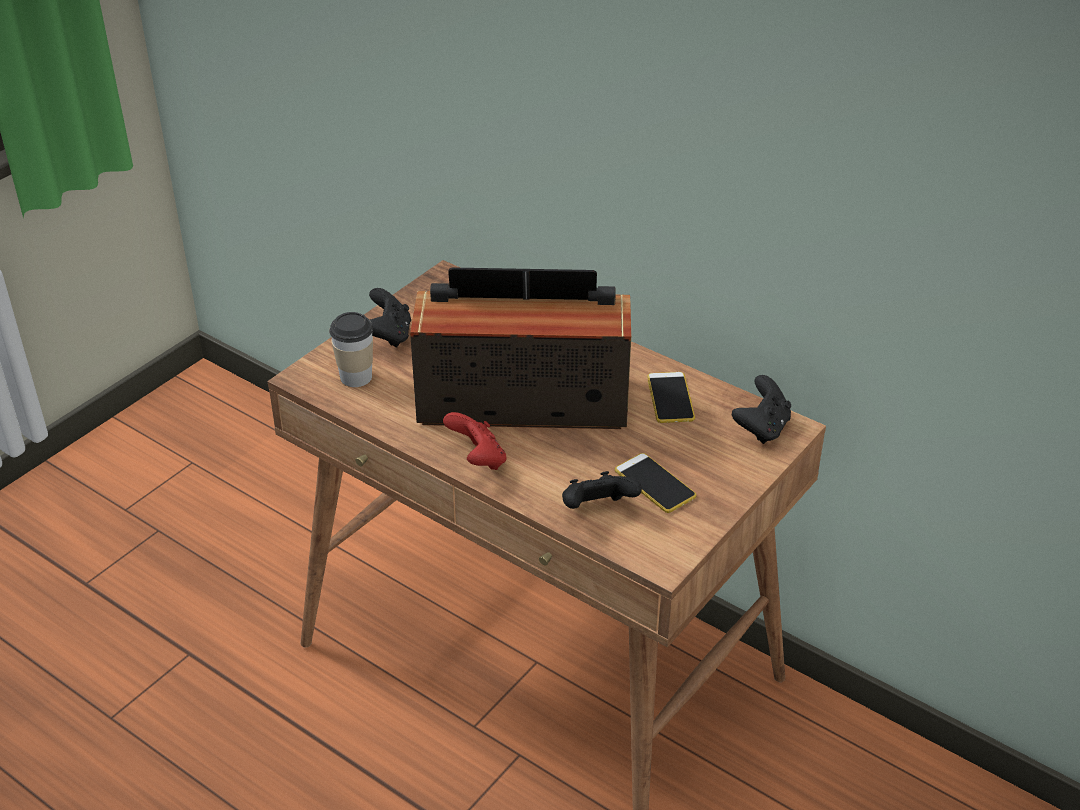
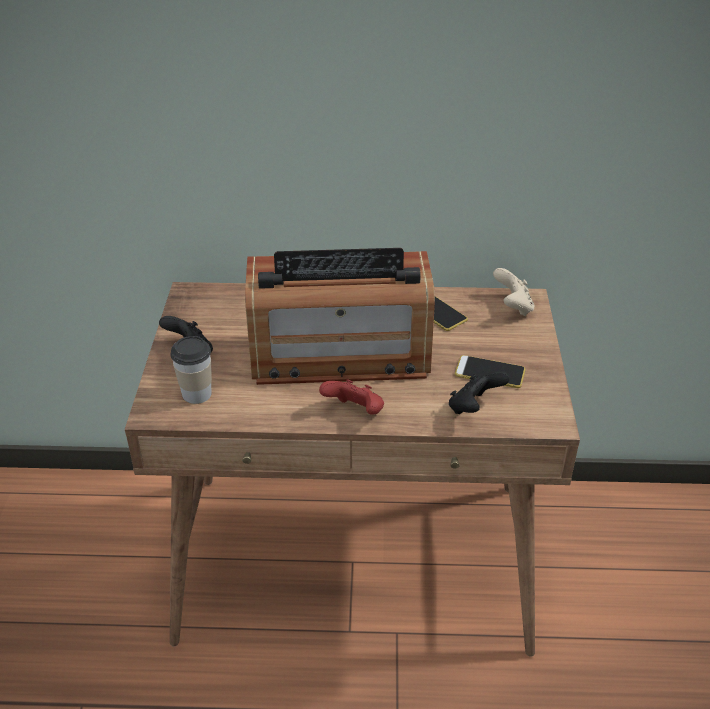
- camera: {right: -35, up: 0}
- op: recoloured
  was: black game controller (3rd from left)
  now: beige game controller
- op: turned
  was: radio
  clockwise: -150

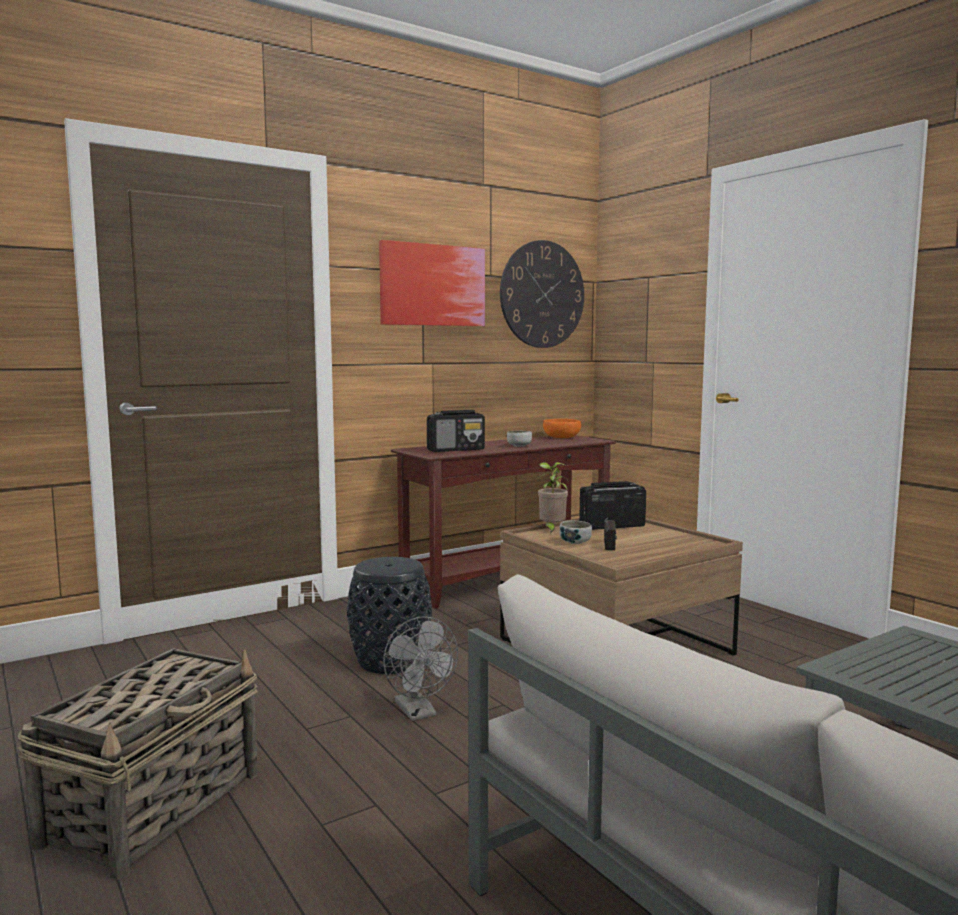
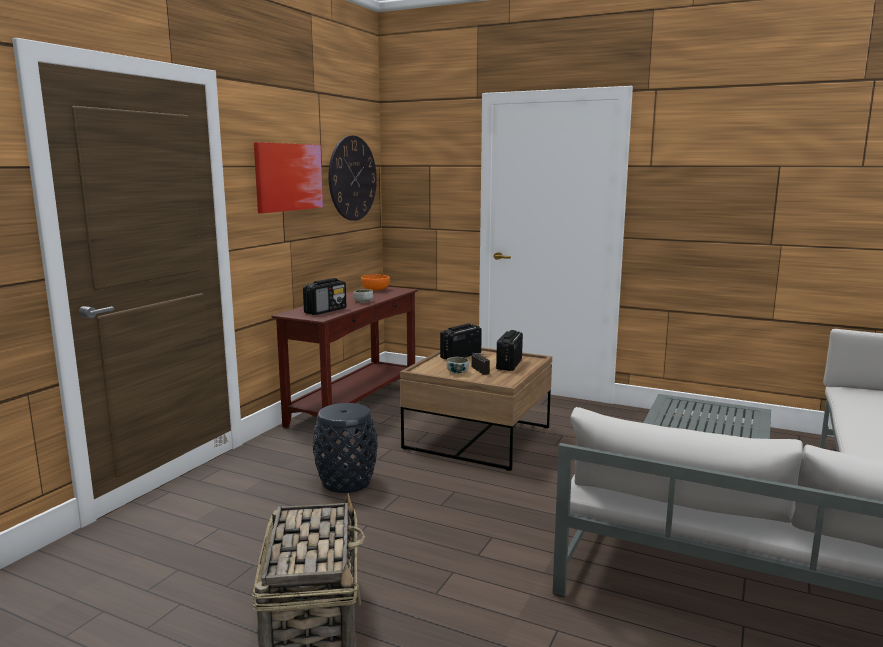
- camera: {right: -30, up: 5}
- op: removed
  was: grey fan
- op: removed
  was: potted plant
- op: added
  now: radio (4th from left)

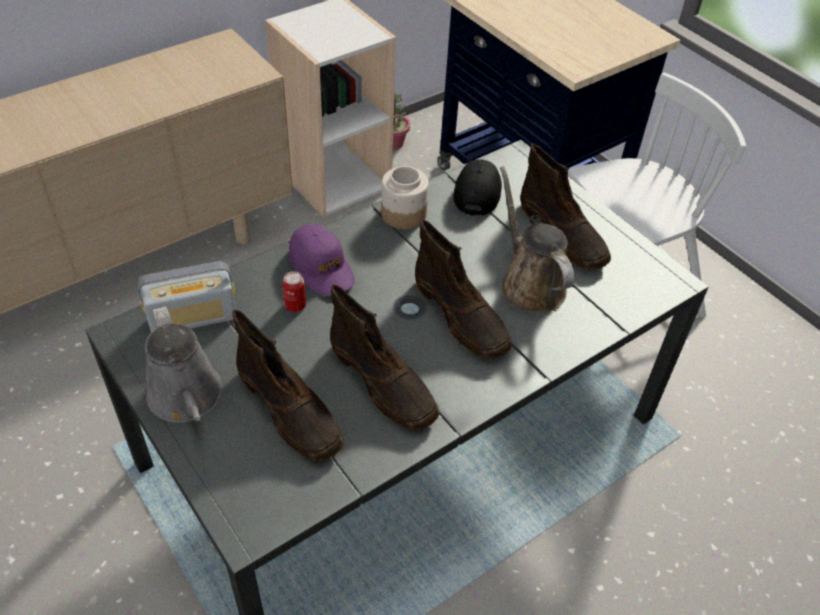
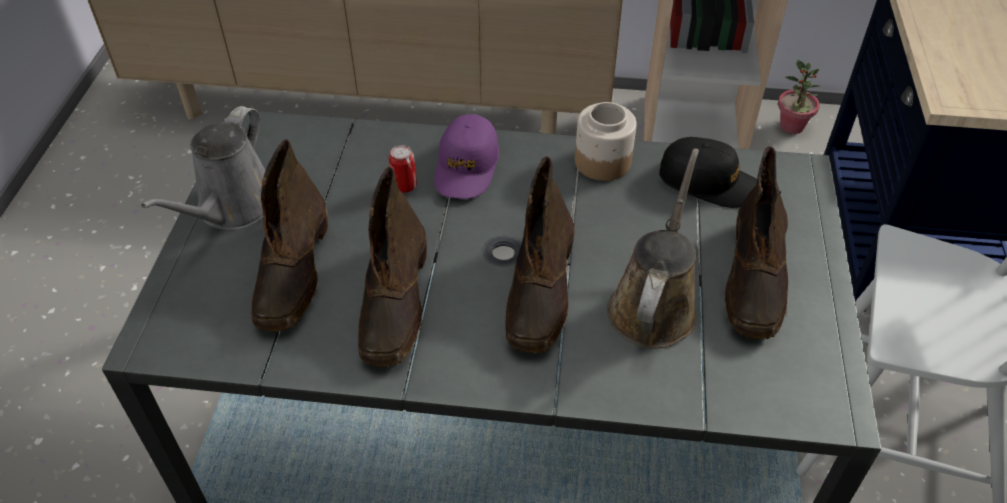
- camera: {right: 45, up: 0}
- op: removed
  was: radio
- op: turned
  was: black cap
  clockwise: 60

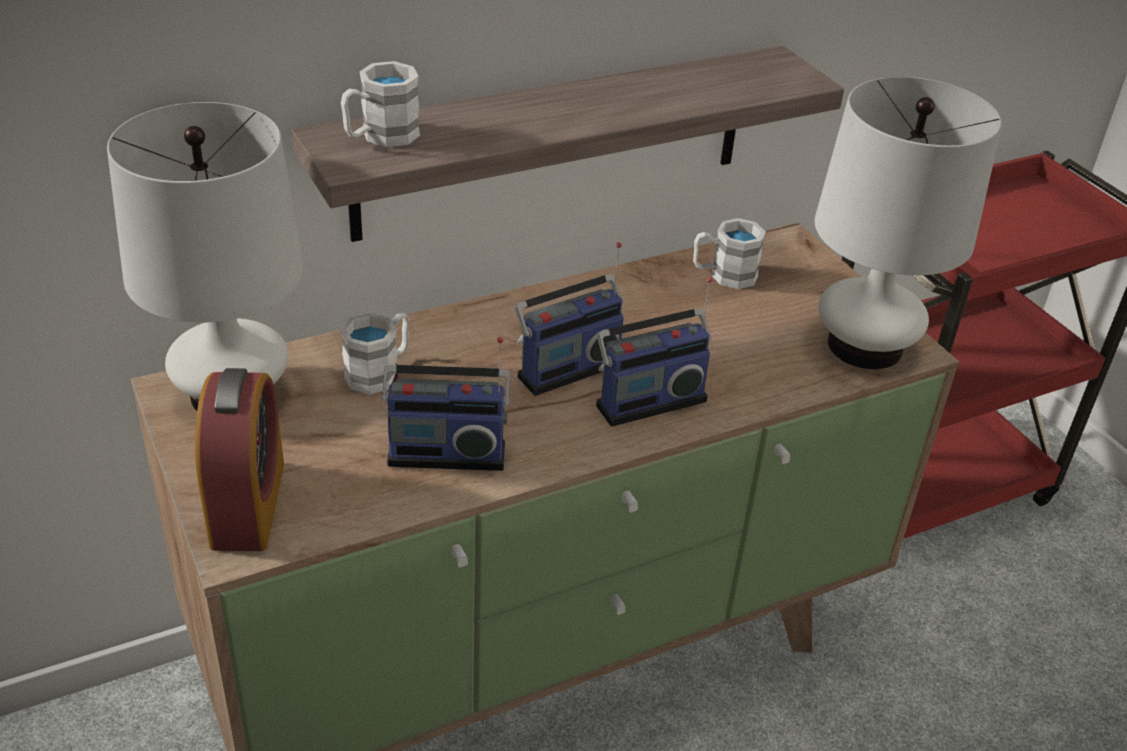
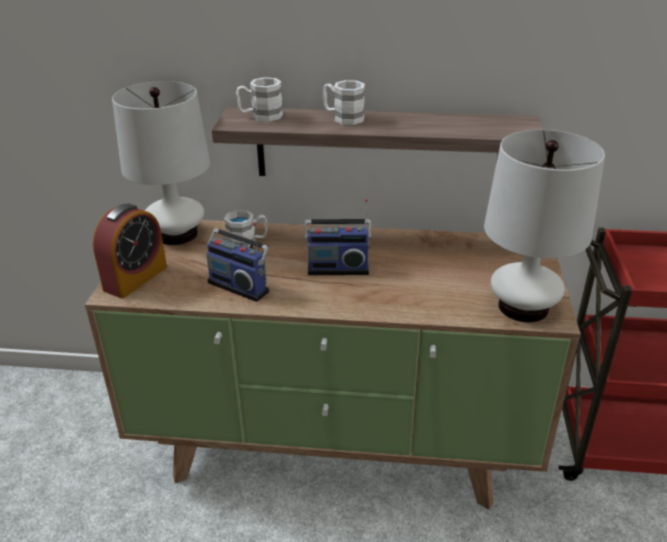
- camera: {right: 35, up: -5}
- op: removed
  was: radio (3rd from left)
- op: moved
  was: white mug (3rd from left)

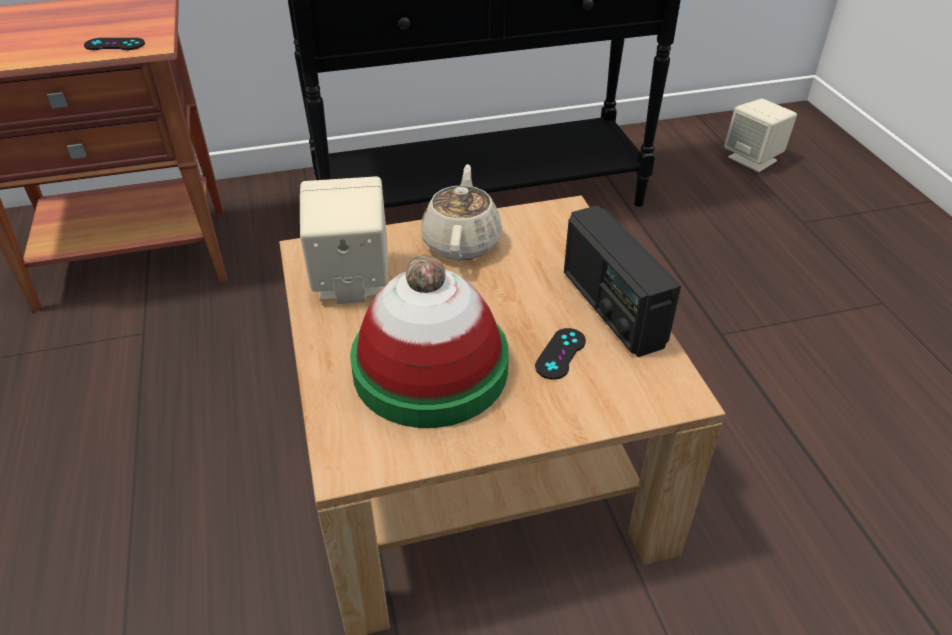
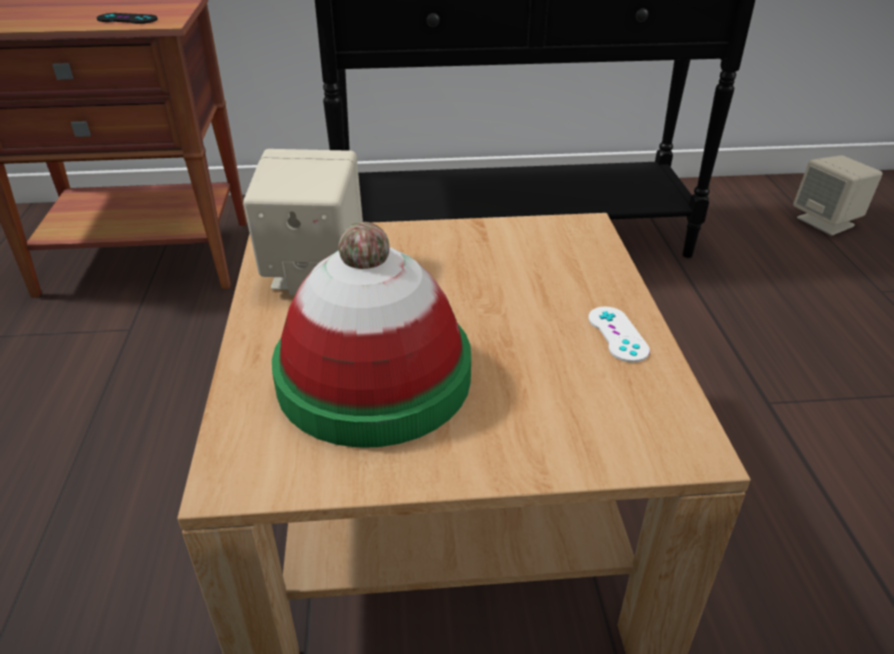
- camera: {right: 10, up: -5}
- op: removed
  was: beige teapot
- op: removed
  was: black game controller (2nd from left)
- op: replaced
  was: radio
  now: white game controller

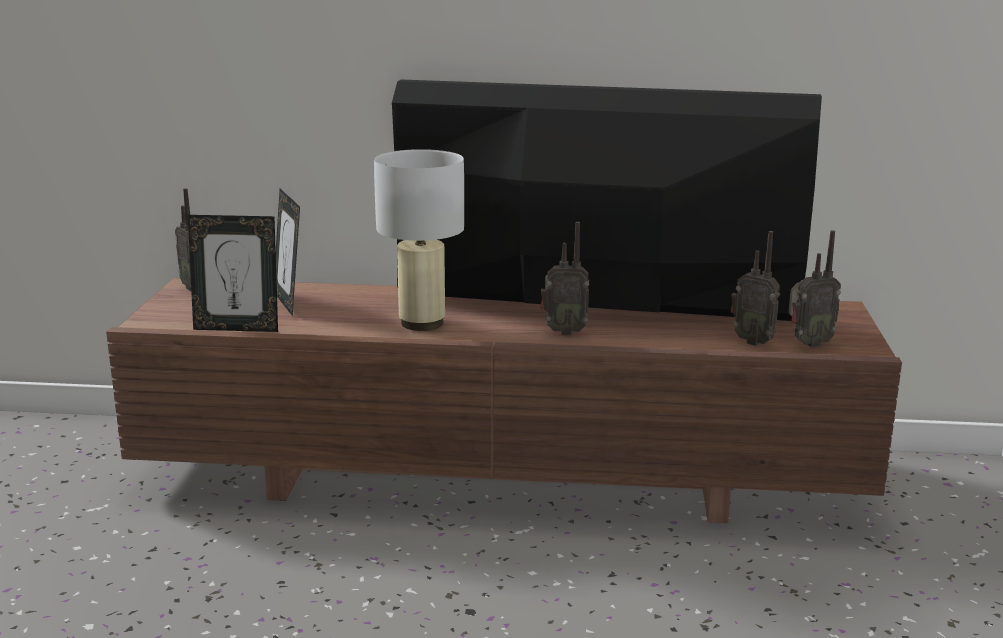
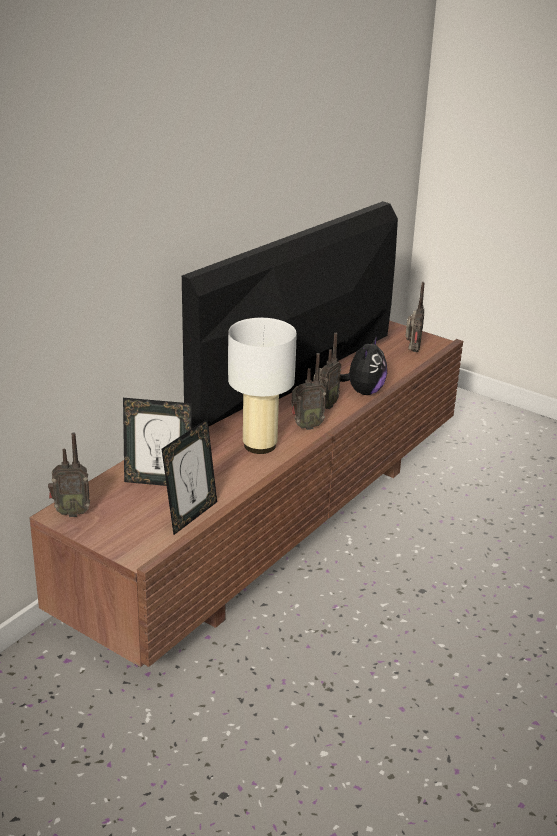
- camera: {right: -60, up: 10}
- op: added
  now: plush toy
- op: moved
  was: radio (3rd from left in the first image)
  now: radio (2nd from left)

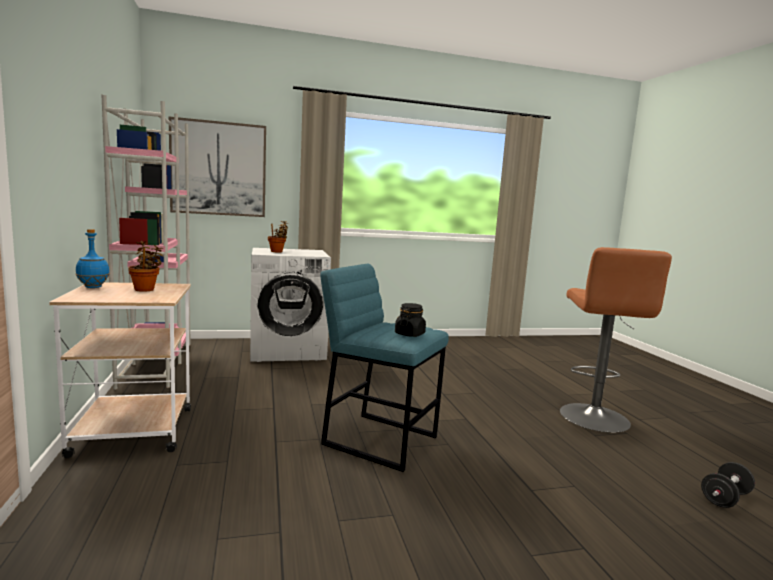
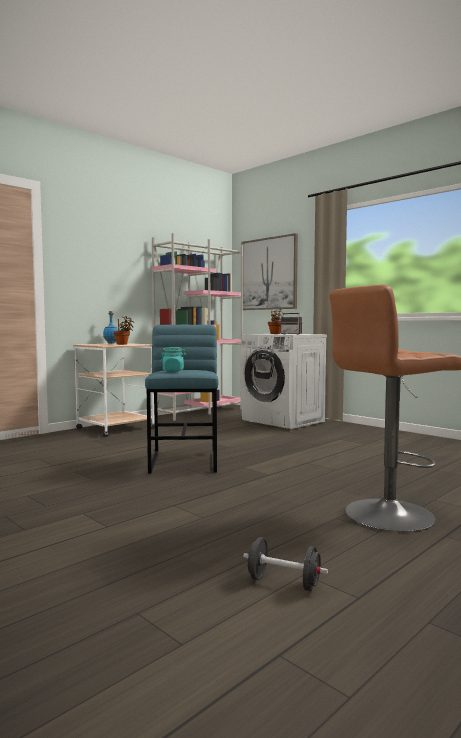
- camera: {right: 60, up: -5}
- op: added
  now: radio
- op: recoloured
  was: black jar
  now: turquoise jar

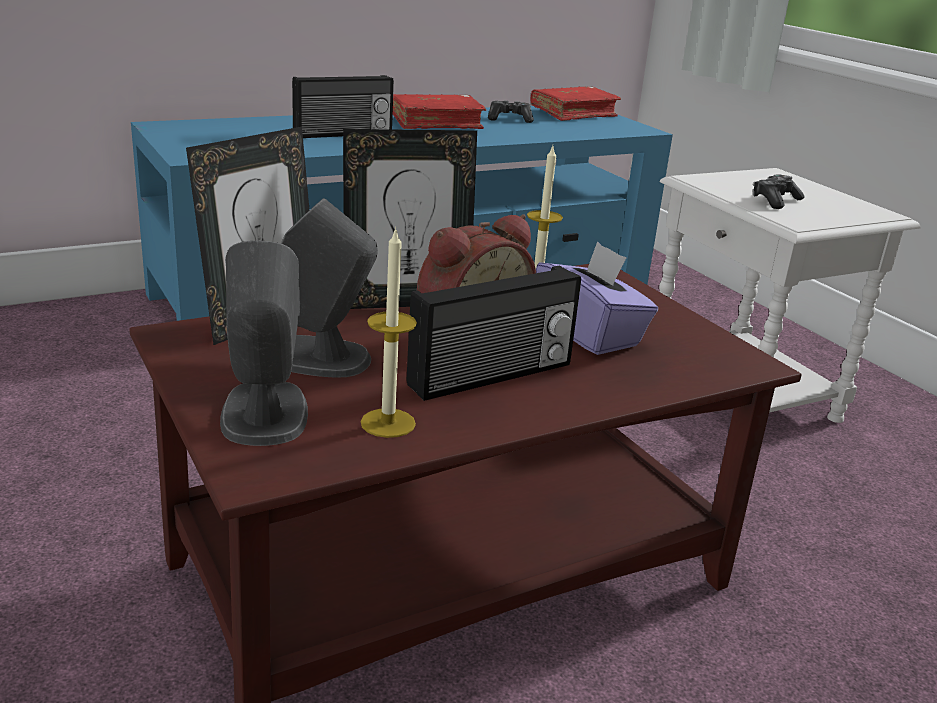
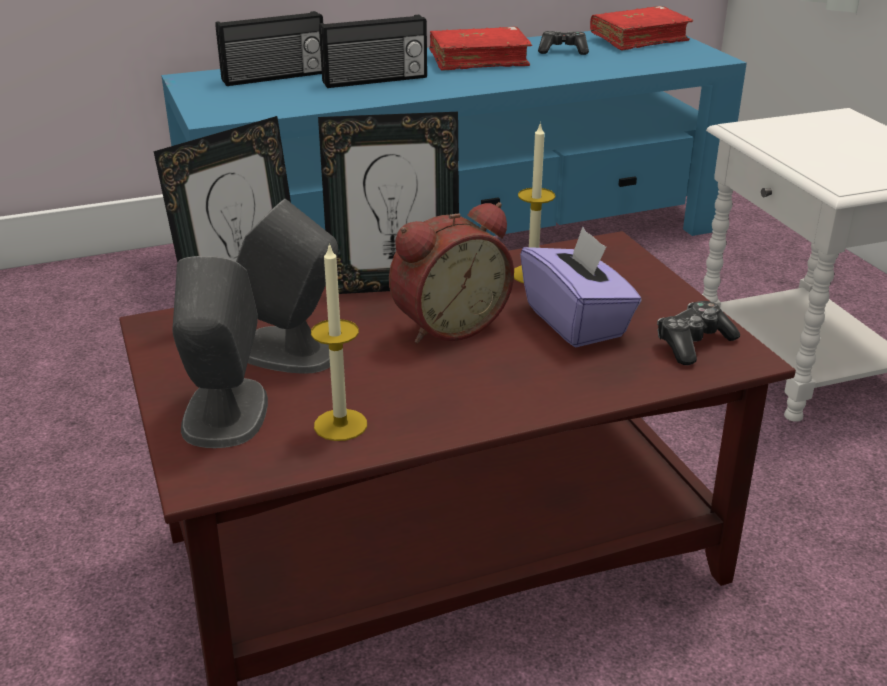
- camera: {right: 10, up: 5}
- op: moved
  was: radio (2nd from left in the first image)
  now: radio (1st from left)
- op: moved
  was: game controller (2nd from left)

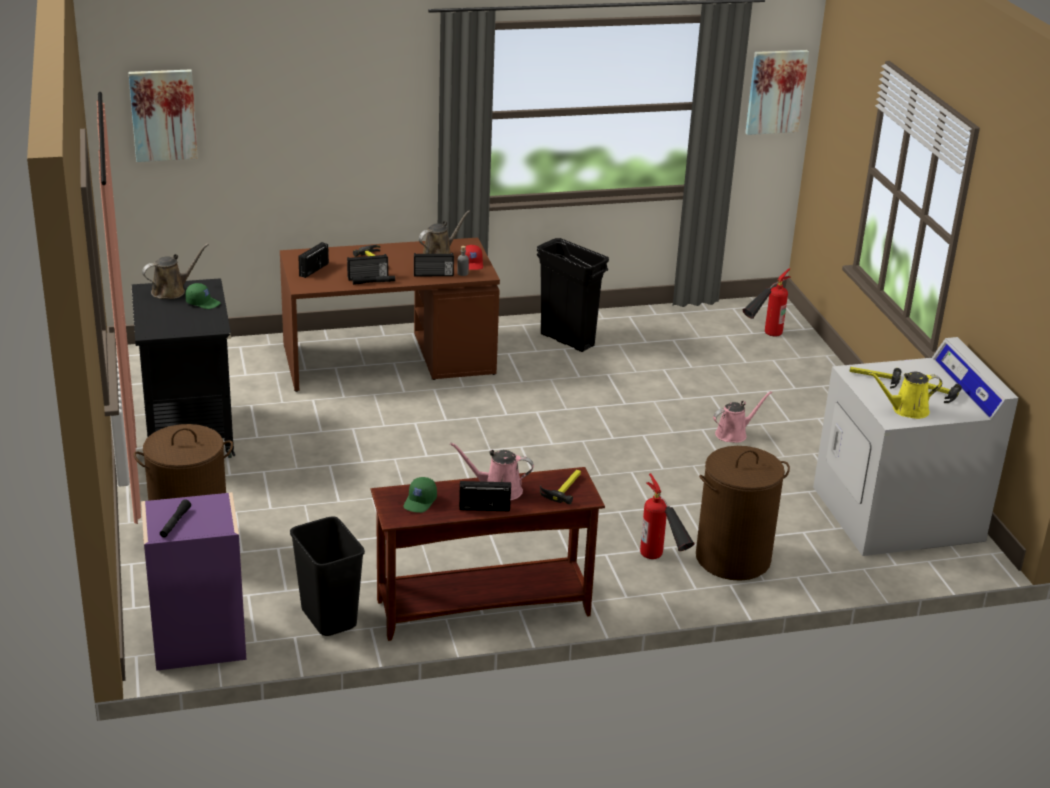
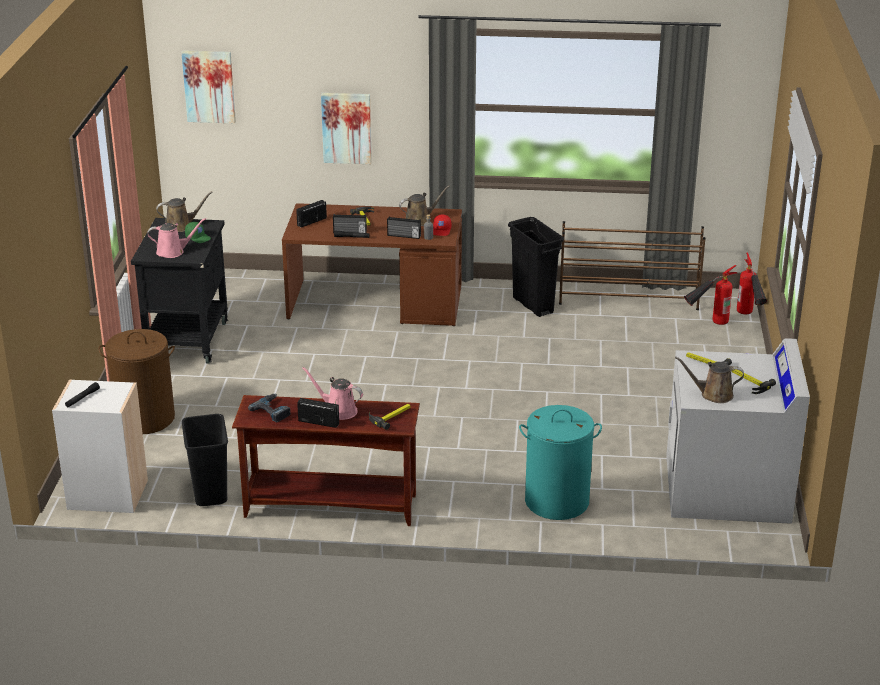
- camera: {right: 20, up: 0}
- op: added
  now: brown shoe rack
- op: moved
  was: fire extinguisher (1st from left in the first image)
  now: fire extinguisher (2nd from left)
- op: moved
  was: pink watering can (2nd from left in the first image)
  now: pink watering can (1st from left)
- op: moved
  was: picture (2nd from left)
- op: replaced
  was: green cap (2nd from left)
  now: power drill
- op: recoloured
  was: purple bookcase
  now: white bookcase
- op: recoloured
  was: brown laundry basket (2nd from left)
  now: turquoise laundry basket
- op: recoloured
  was: yellow watering can
  now: brown watering can (3rd from left)

